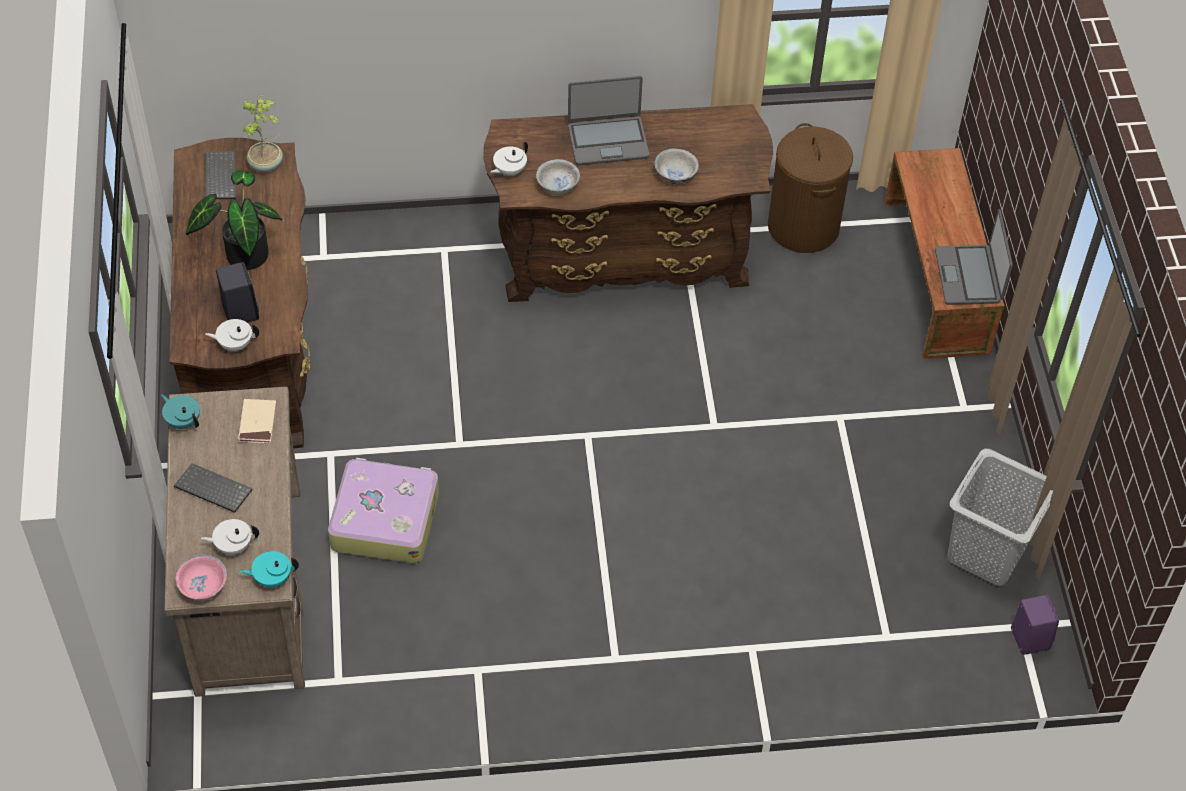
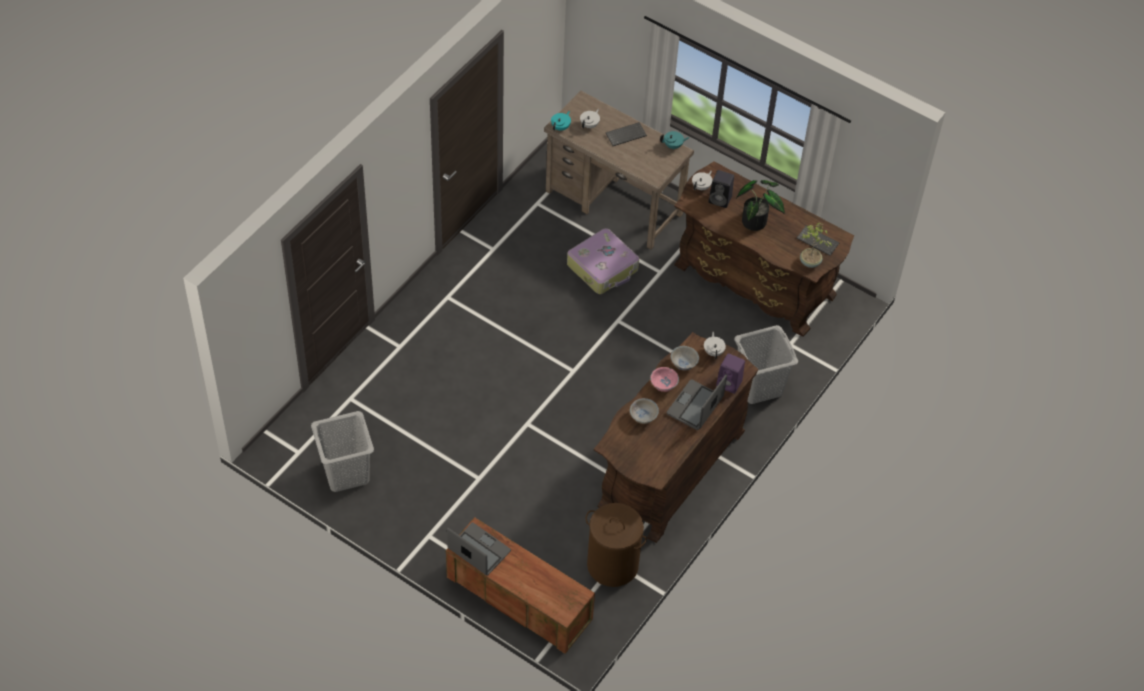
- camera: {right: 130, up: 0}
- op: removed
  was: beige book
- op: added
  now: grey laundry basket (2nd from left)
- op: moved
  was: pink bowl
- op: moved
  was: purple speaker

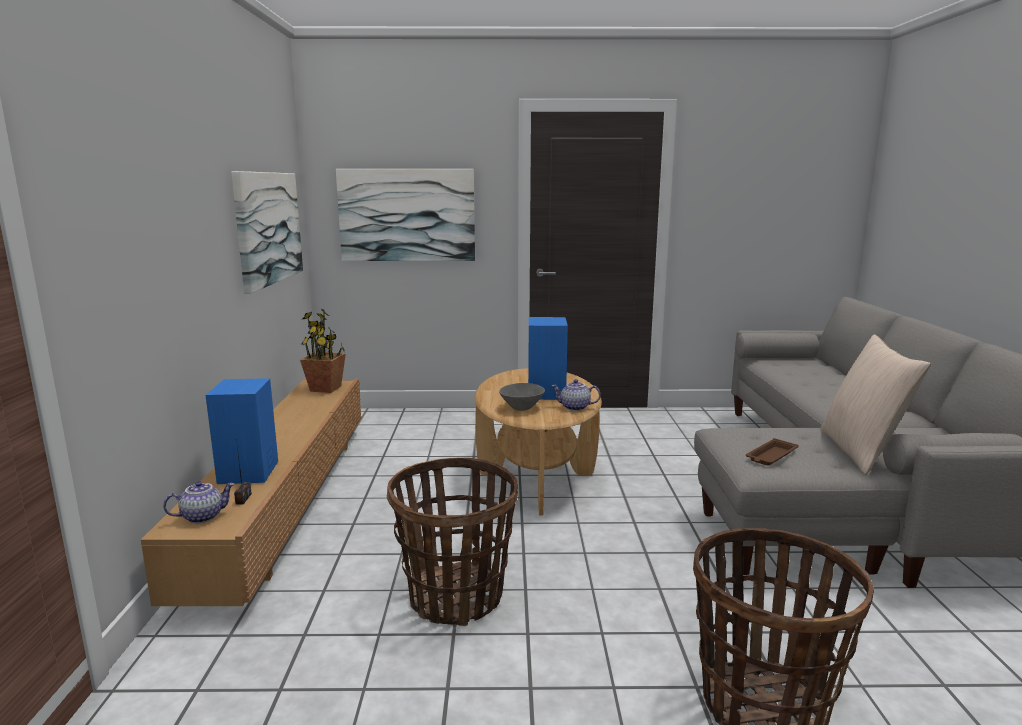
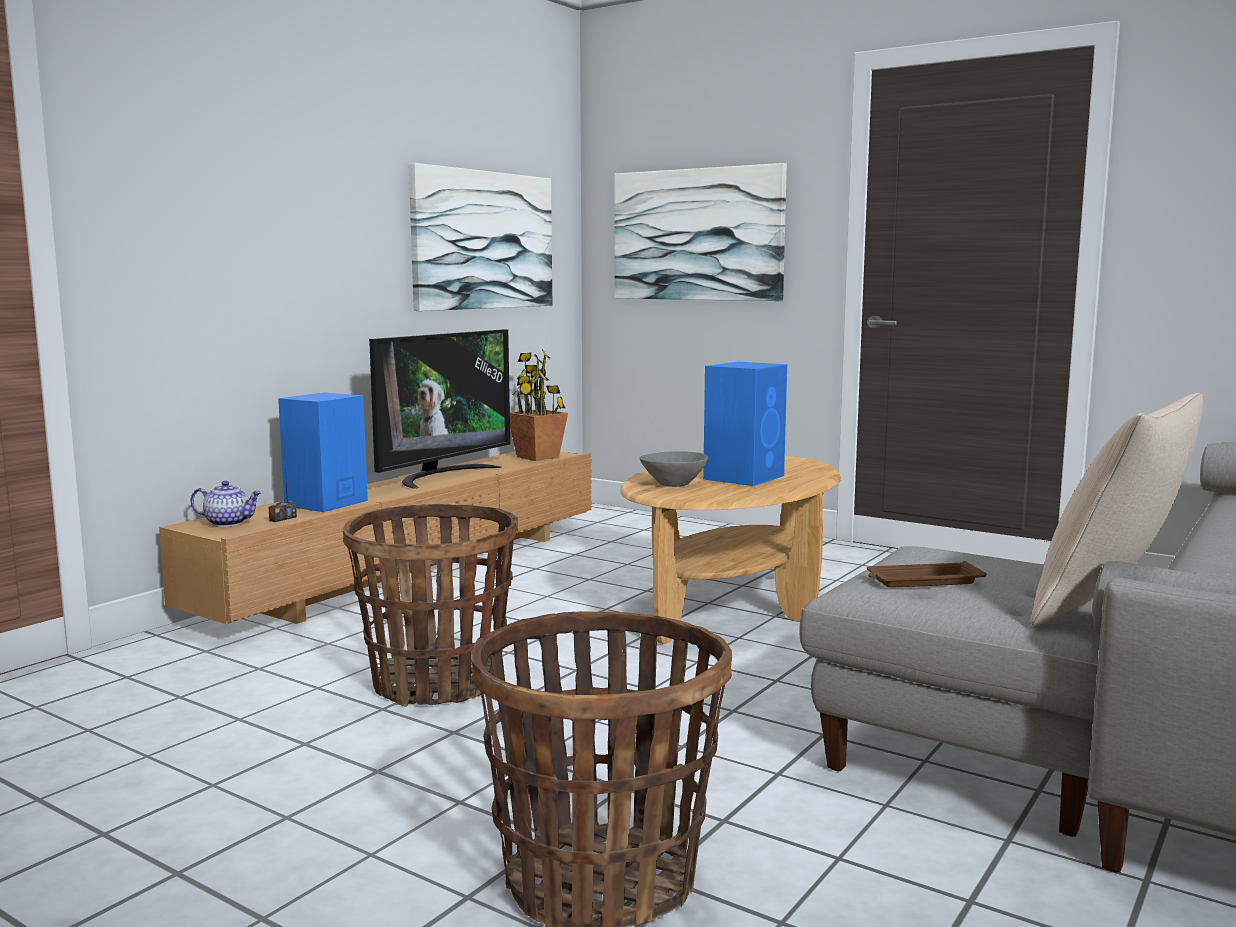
- camera: {right: 35, up: -5}
- op: removed
  was: teapot (2nd from left)
- op: added
  now: television

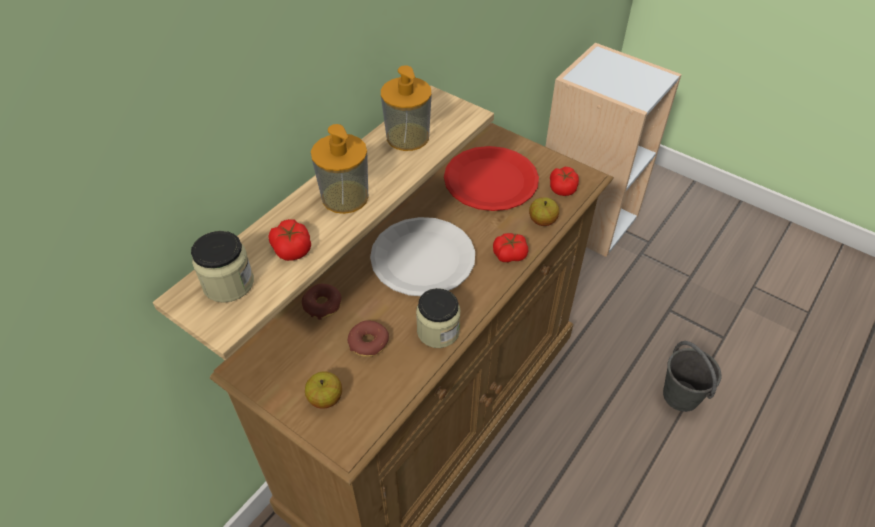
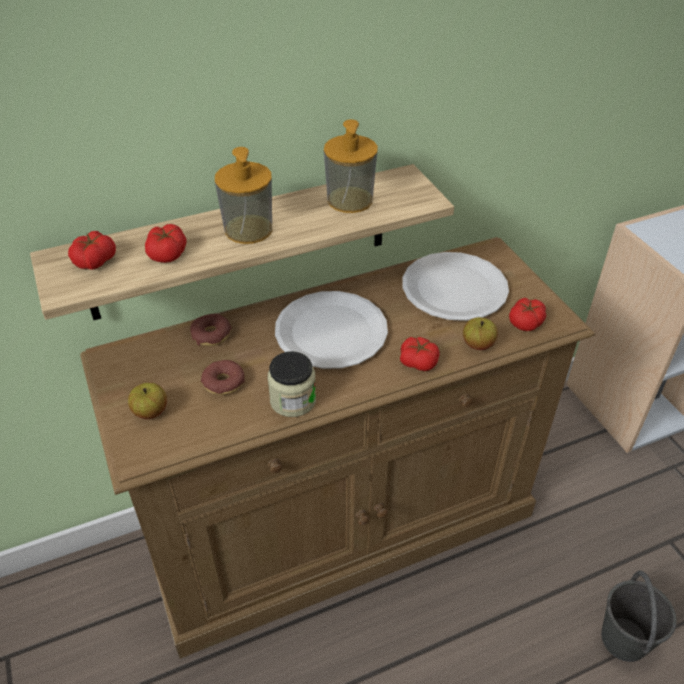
- camera: {right: 30, up: -5}
- op: replaced
  was: jar (1st from left)
  now: tomato (1st from left)
- op: recoloured
  was: red plate
  now: white plate (2nd from left)

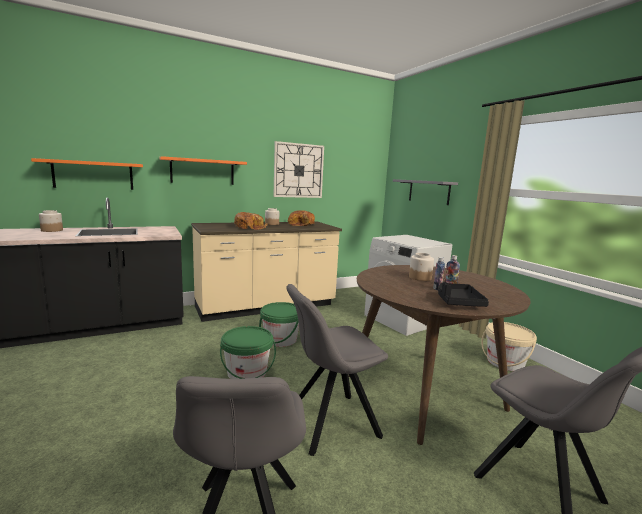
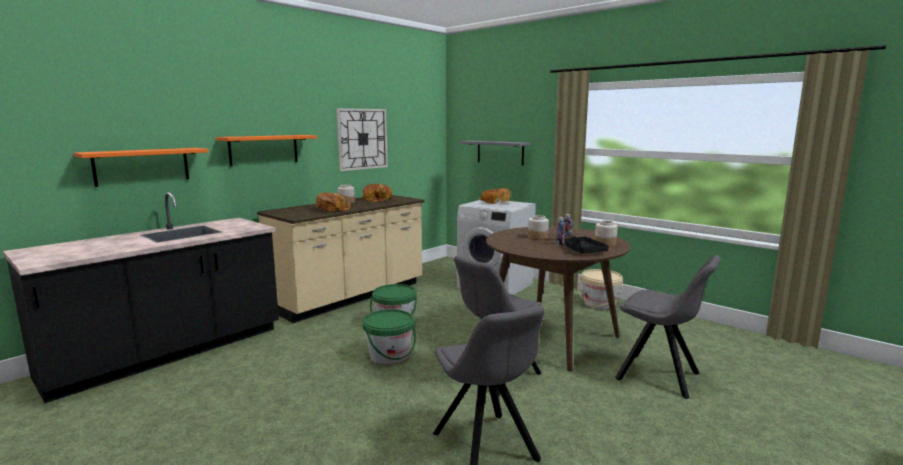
- camera: {right: -20, up: 0}
- op: added
  now: bread (3rd from left)
- op: moved
  was: jar (1st from left in the first image)
  now: jar (3rd from left)

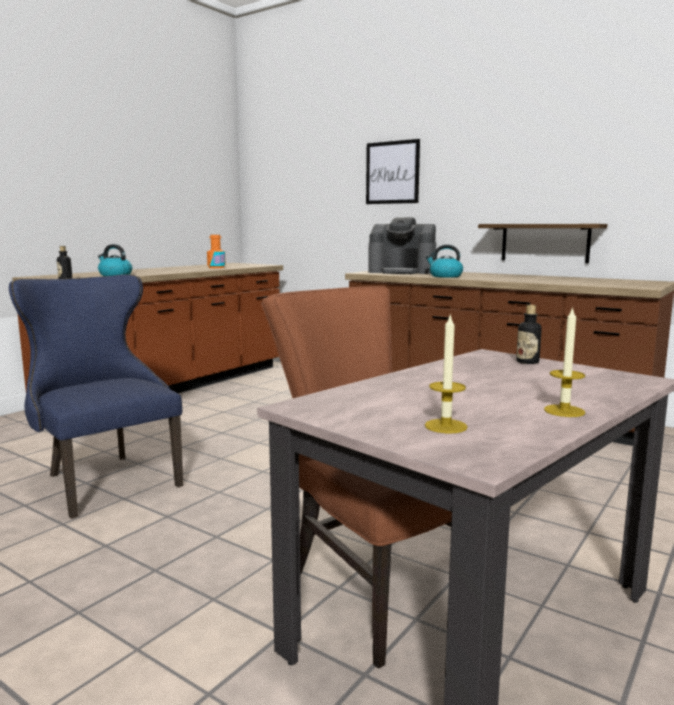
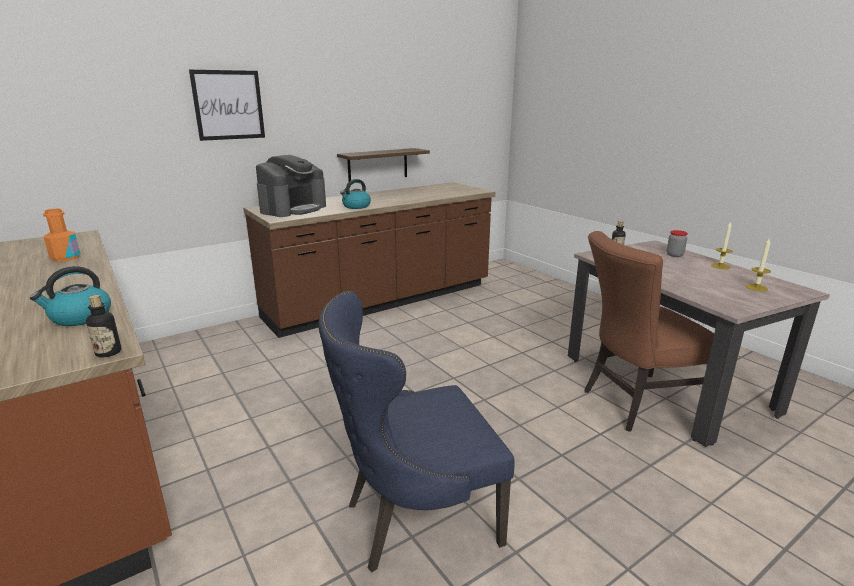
- camera: {right: -70, up: 10}
- op: added
  now: jar

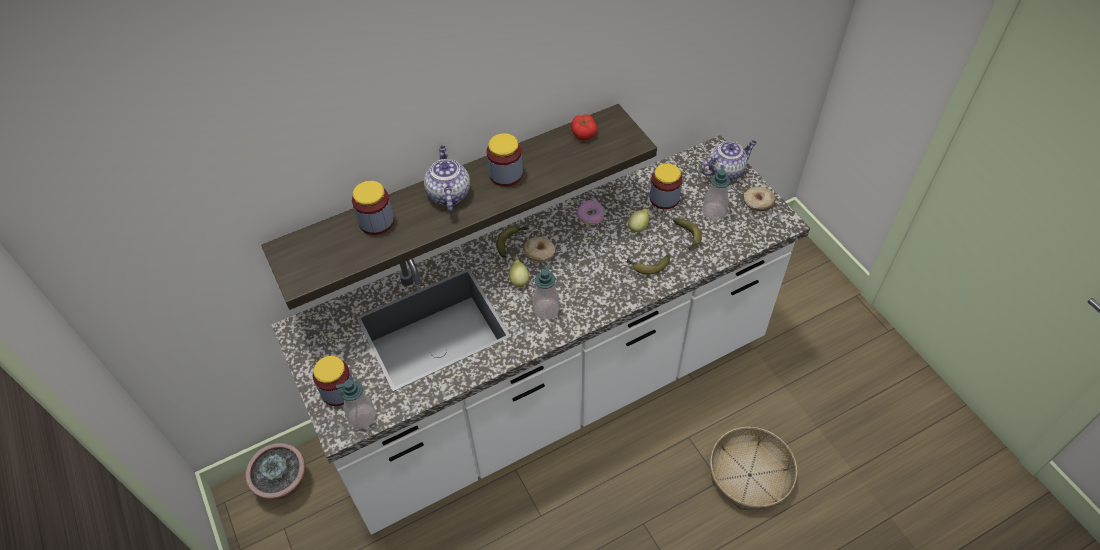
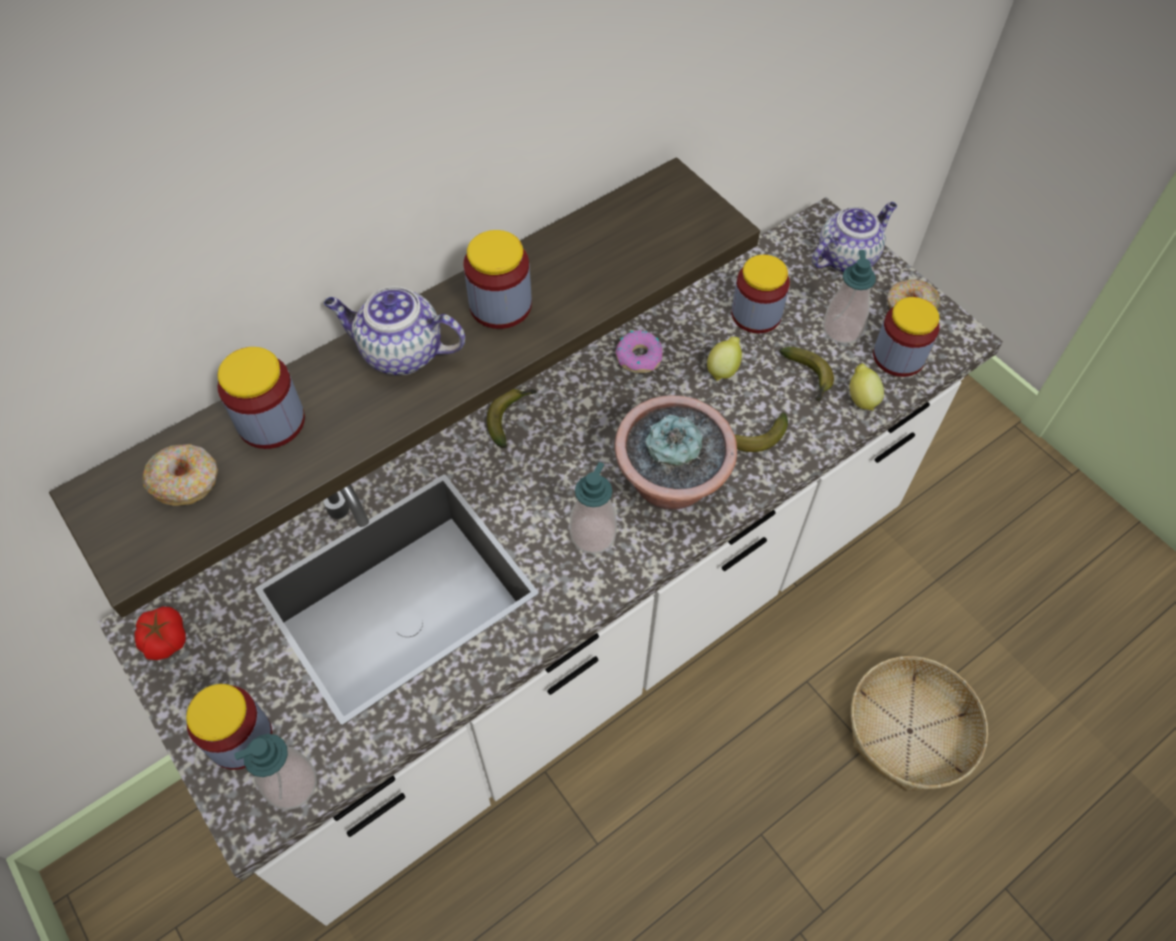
- camera: {right: -10, up: 5}
- op: added
  now: jar (5th from left)
- op: moved
  was: potted plant
- op: moved
  was: lemon (1st from left in the first image)
  now: lemon (2nd from left)
- op: moved
  was: donut (1st from left)
- op: moved
  was: tomato
- op: turned
  was: teapot (1st from left)
  clockwise: -60

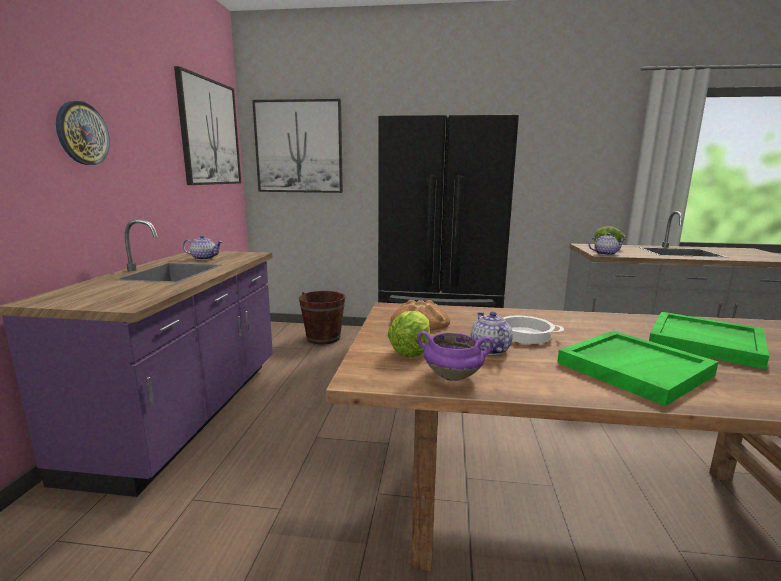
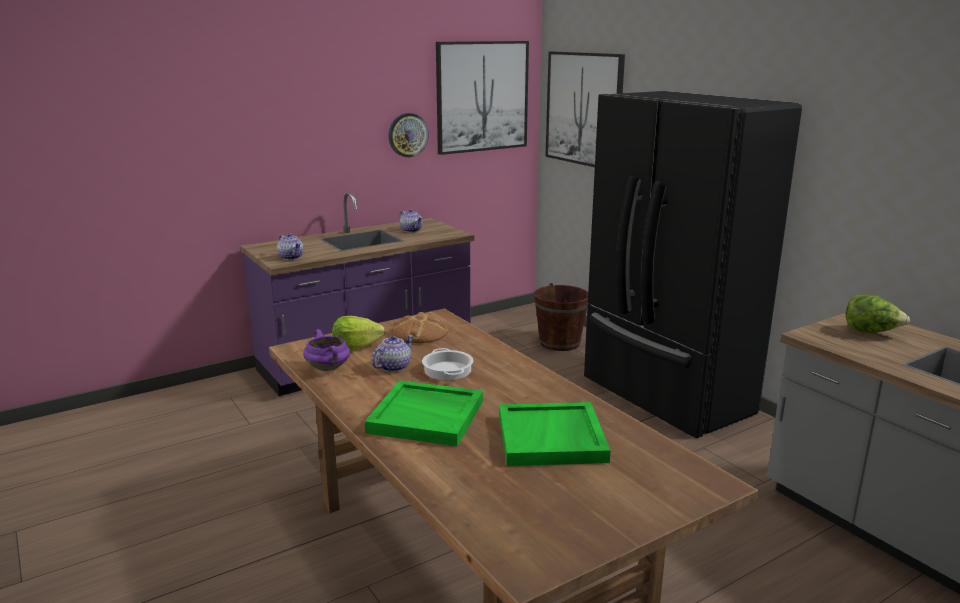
- camera: {right: 50, up: 5}
- op: moved
  was: wall clock
- op: moved
  was: teapot (3rd from left in the first image)
  now: teapot (1st from left)

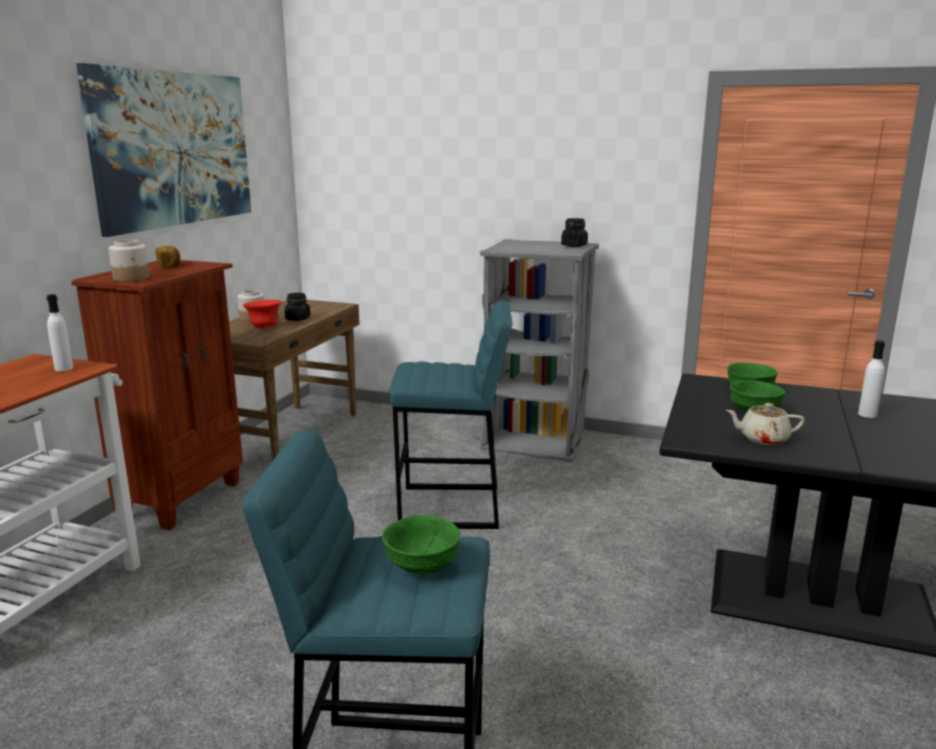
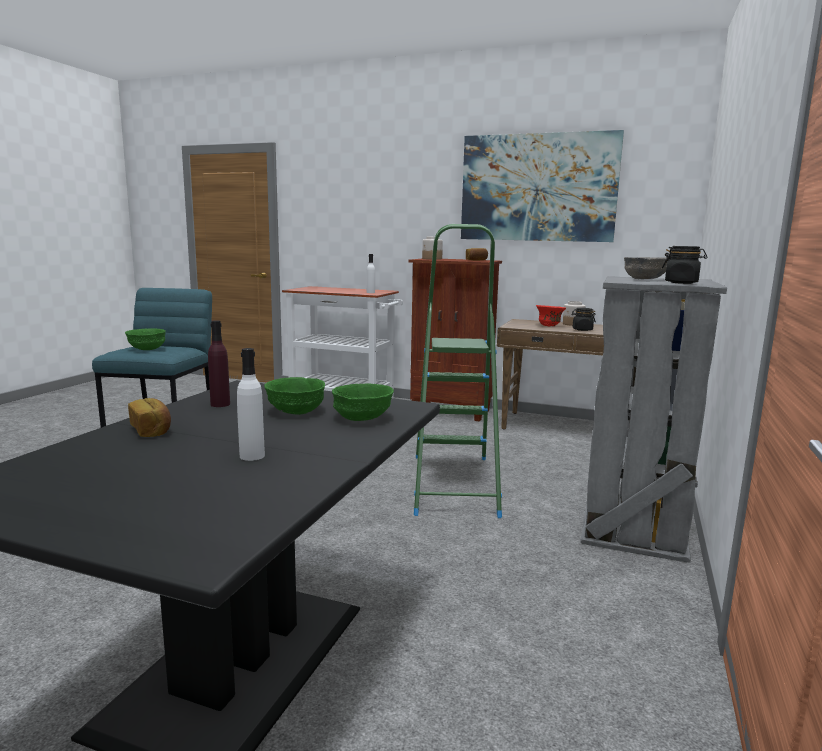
- camera: {right: 90, up: -5}
- op: added
  now: bread (1st from left)
- op: added
  now: grey bowl
- op: replaced
  was: turquoise stool (2nd from left)
  now: green step ladder
- op: replaced
  was: beige teapot
  now: purple bottle

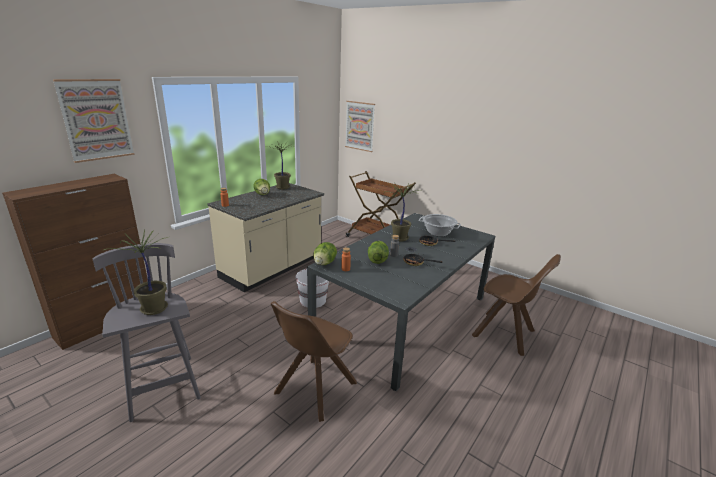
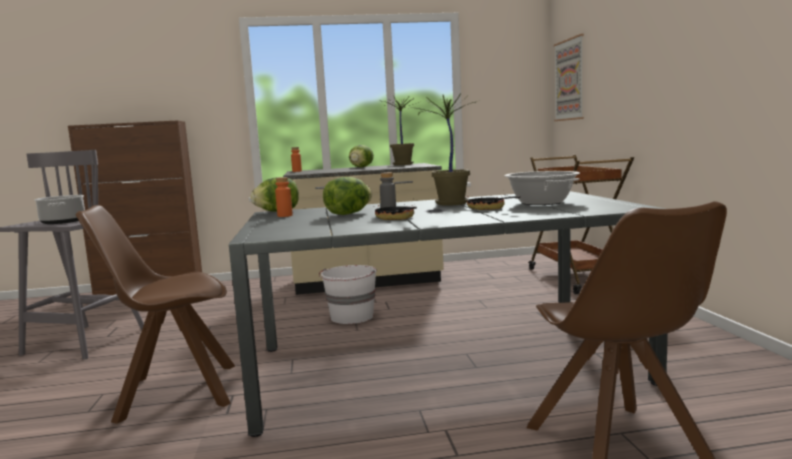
- camera: {right: 45, up: -15}
- op: removed
  was: picture (1st from left)
- op: replaced
  was: potted plant (1st from left)
  now: cooking pot (1st from left)

